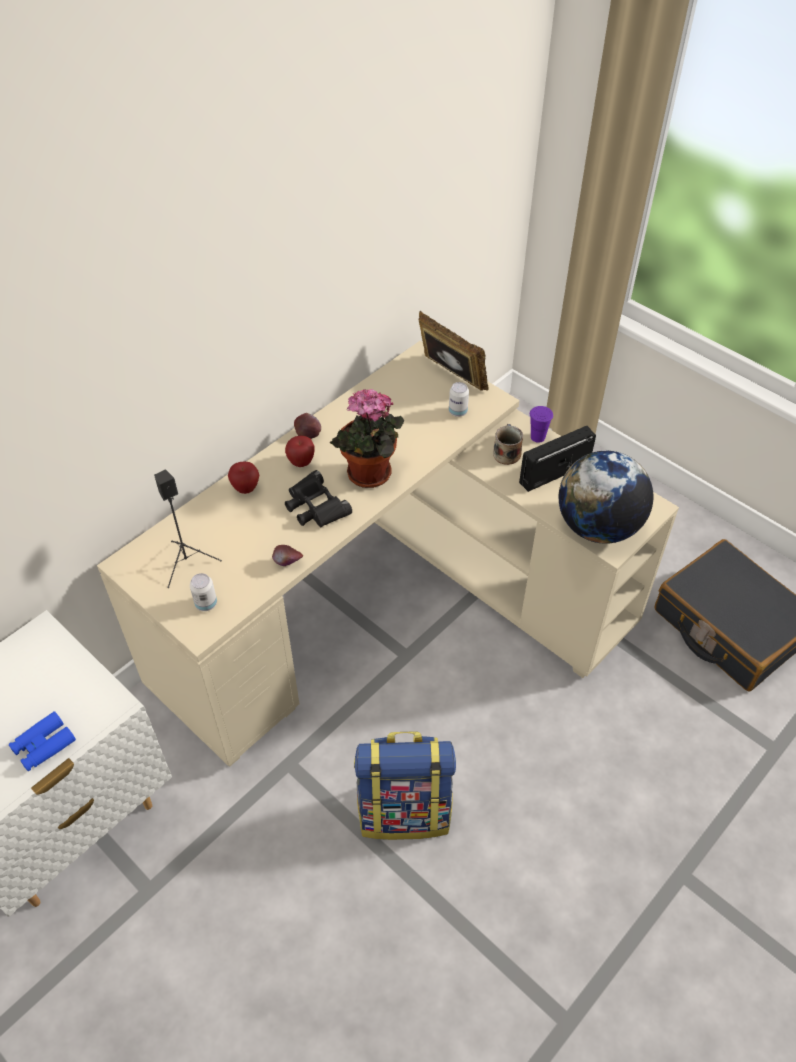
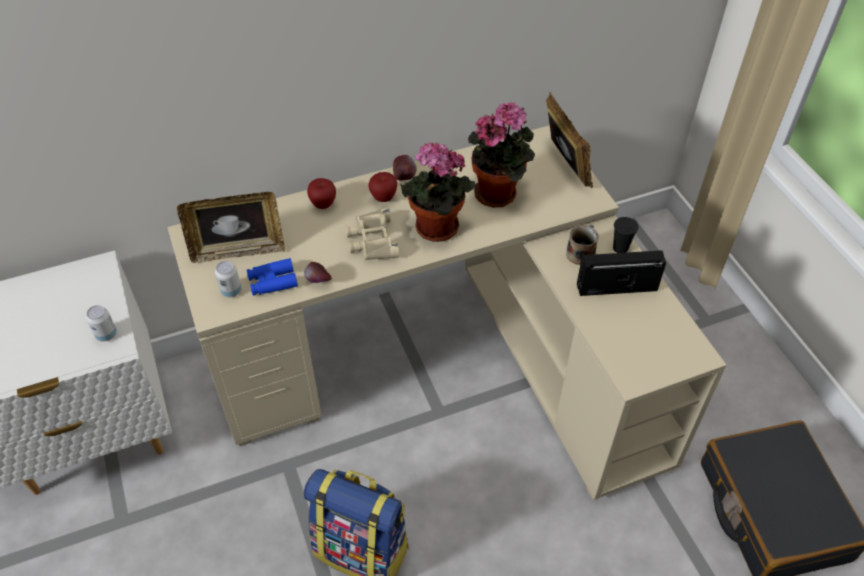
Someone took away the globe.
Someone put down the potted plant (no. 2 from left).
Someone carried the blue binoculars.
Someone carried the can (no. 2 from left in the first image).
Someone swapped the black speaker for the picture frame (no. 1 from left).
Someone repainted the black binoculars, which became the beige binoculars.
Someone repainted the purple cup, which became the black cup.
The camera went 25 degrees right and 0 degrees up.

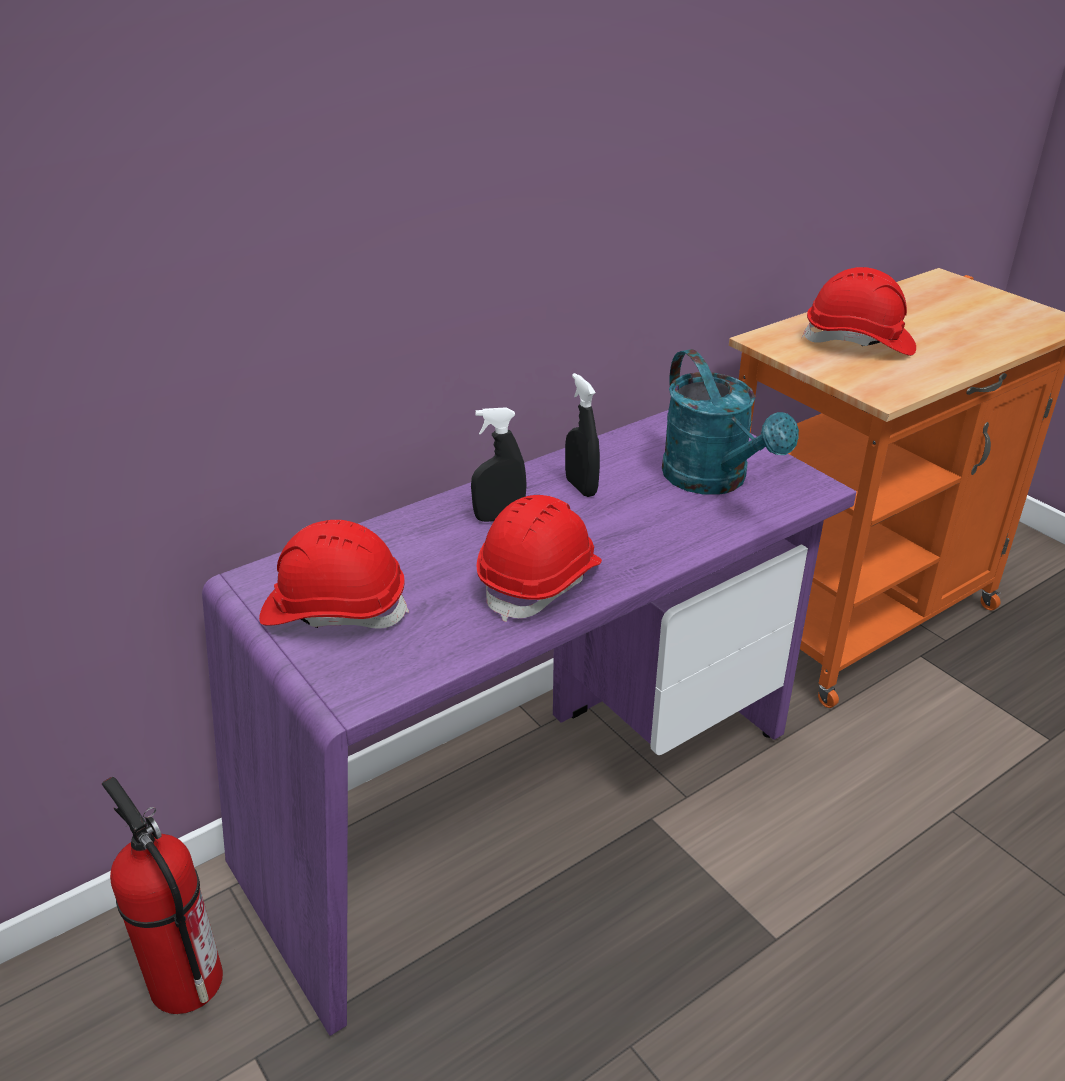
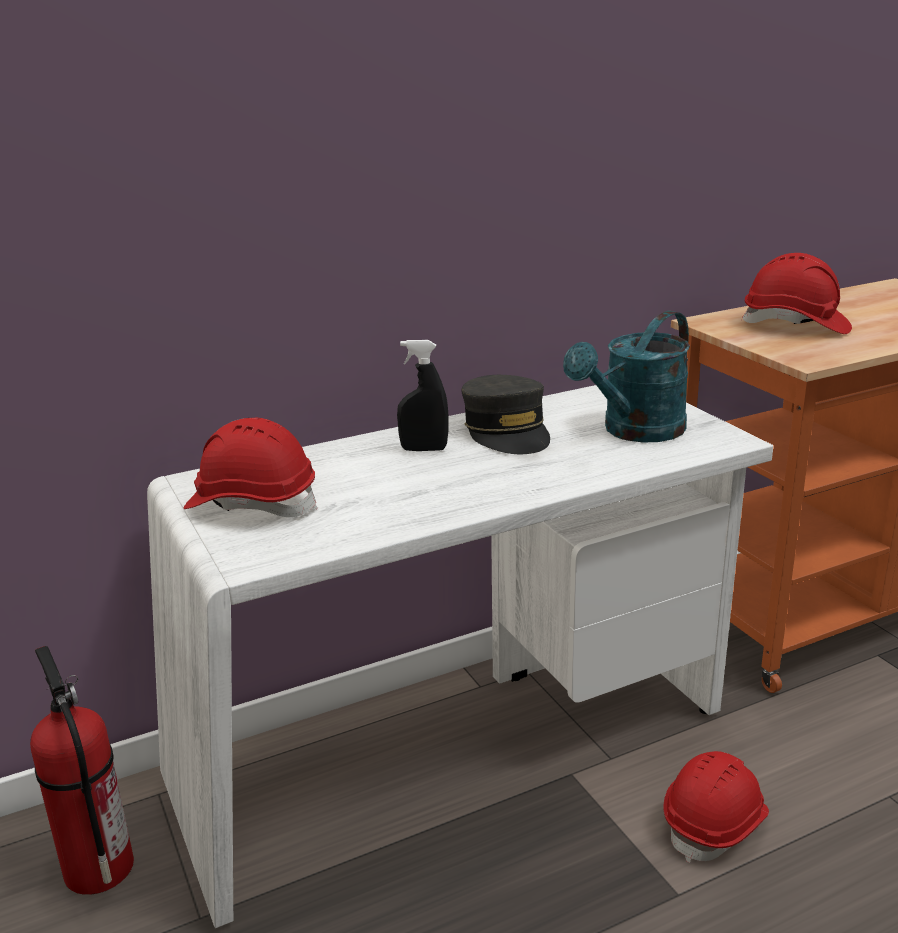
Someone carried the red hard hat (no. 2 from left).
Someone swapped the black spray bottle (no. 2 from left) for the grey cap.
Someone repainted the purple desk, which became the white desk.
Someone rotated the turquoise watering can by 60 degrees clockwise.
The camera went 10 degrees right and 10 degrees down.

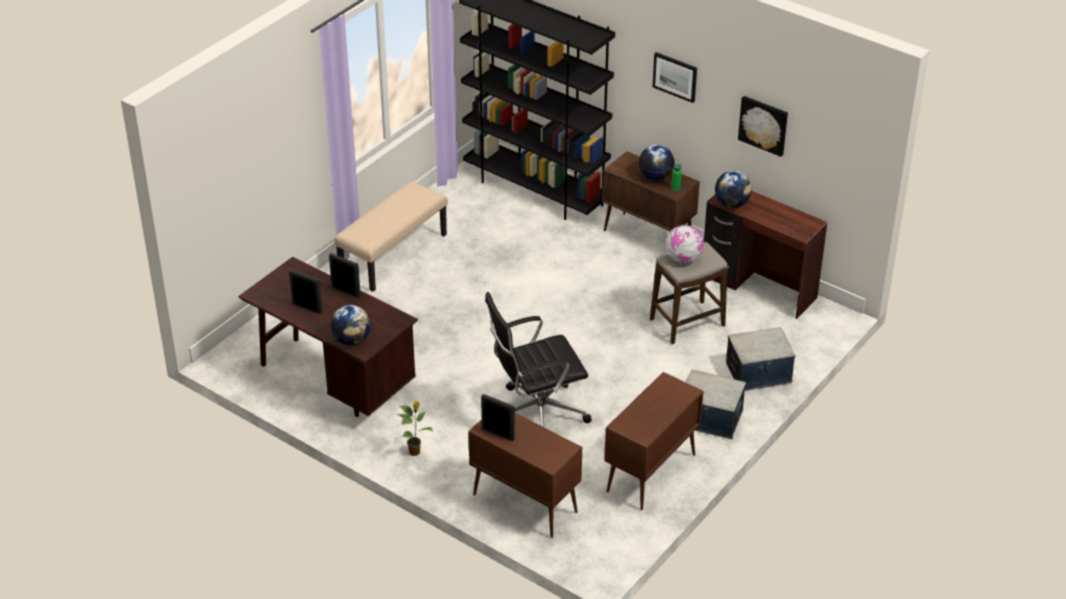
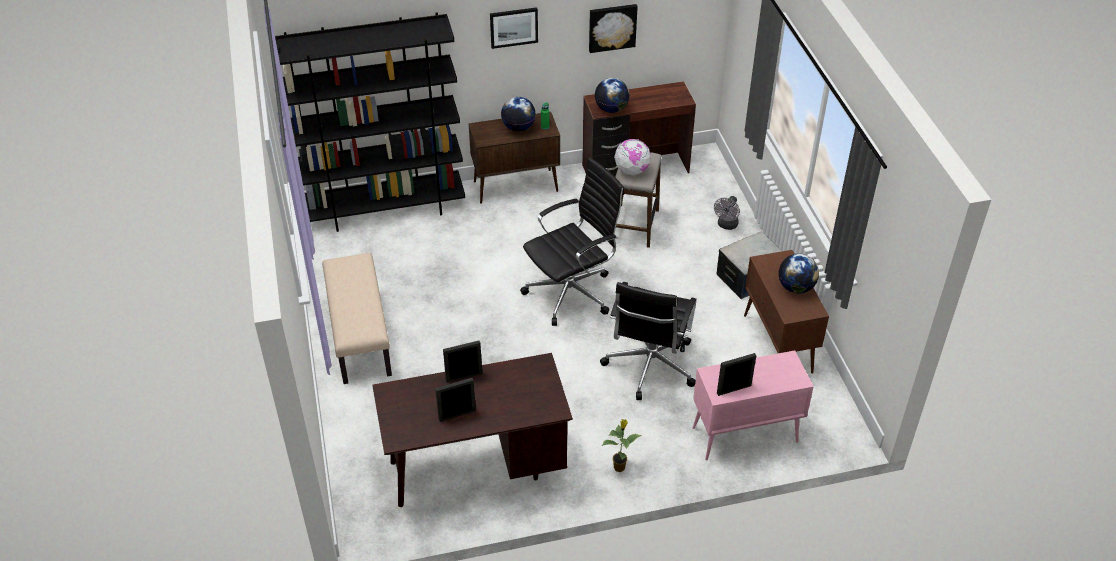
Someone put down the black office chair (no. 1 from left).
Someone carried the globe (no. 1 from left in the first image).
Someone swapped the storage box (no. 2 from left) for the grey fan.
Someone repainted the brown cabinet (no. 1 from left), which became the pink cabinet.
The camera went 50 degrees left and 5 degrees up.

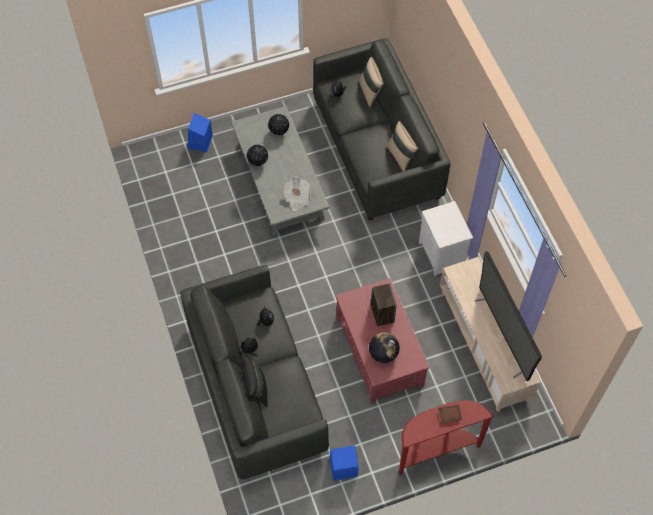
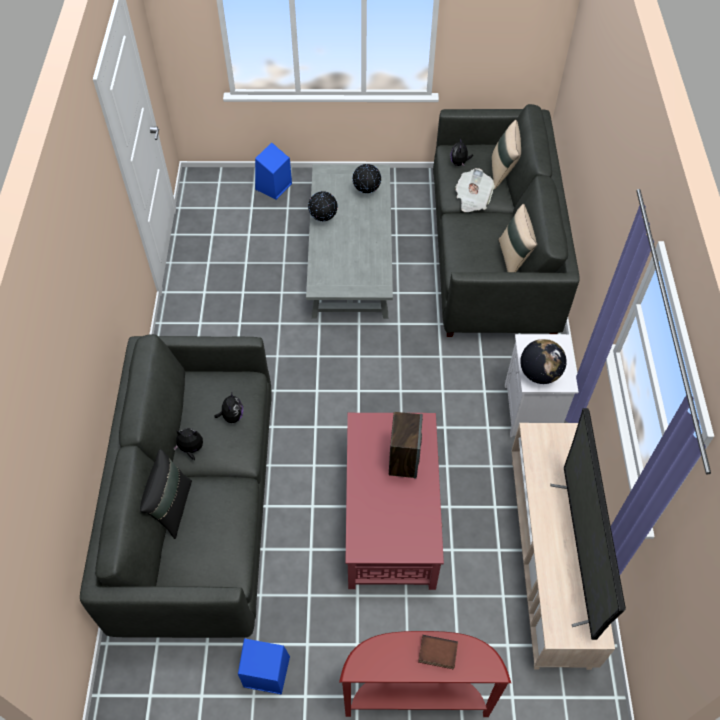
Someone carried the newspaper.
Someone carried the globe (no. 3 from left).
The camera went 20 degrees right and 5 degrees down.

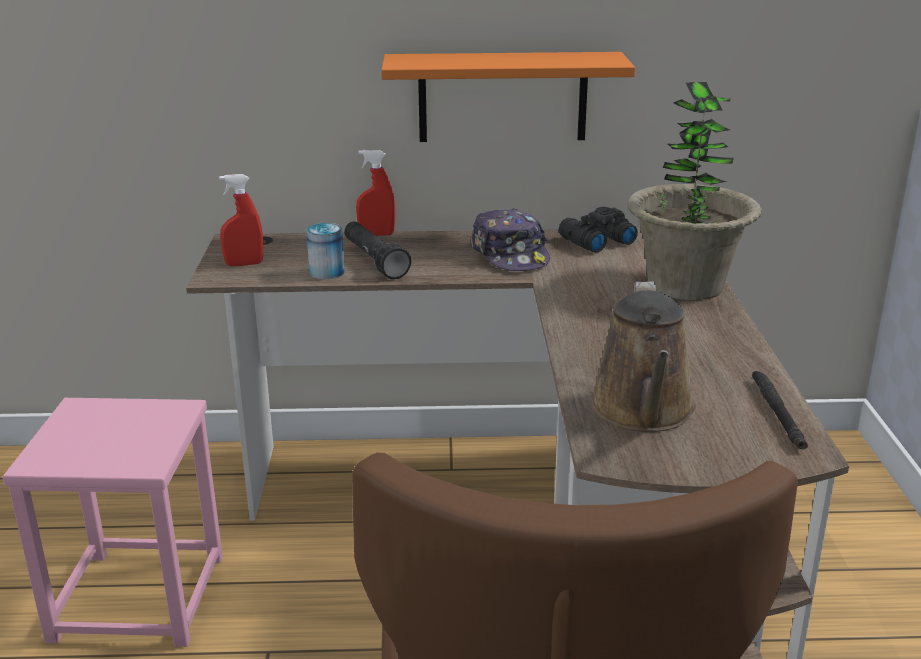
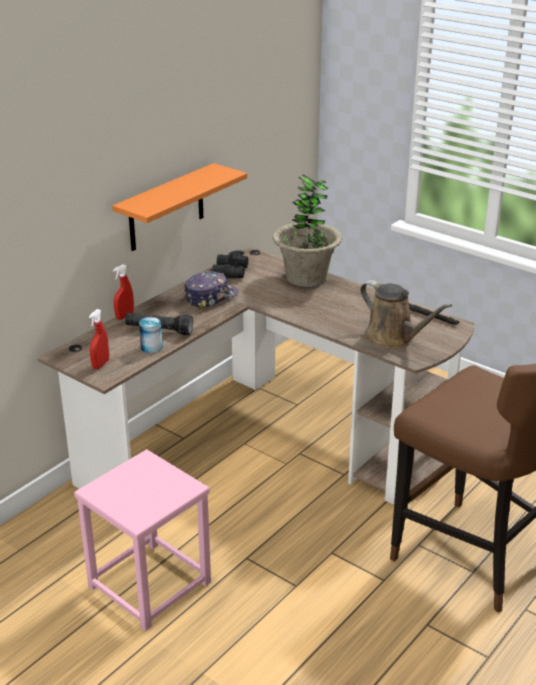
Someone rotated the cap by 60 degrees counterclockwise.
The camera went 50 degrees left and 5 degrees up.

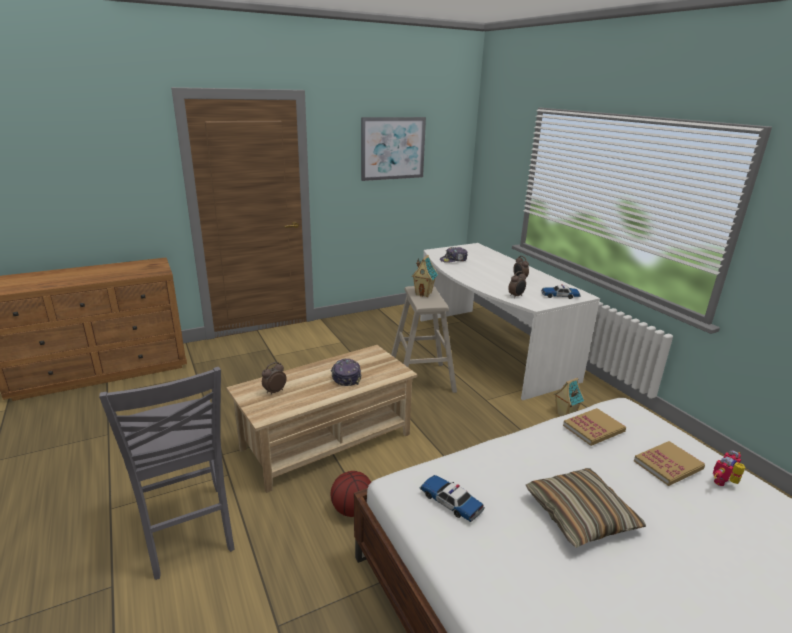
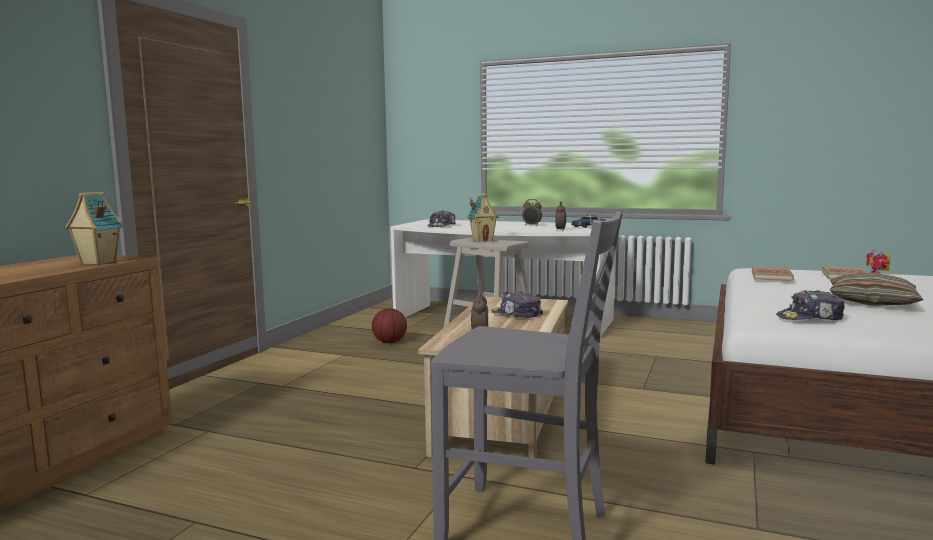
Someone took away the picture.
Someone carried the basketball.
Someone carried the toy house (no. 2 from left in the first image).
Someone swapped the toy car (no. 1 from left) for the cap (no. 3 from left).
The camera went 40 degrees left and 15 degrees down.

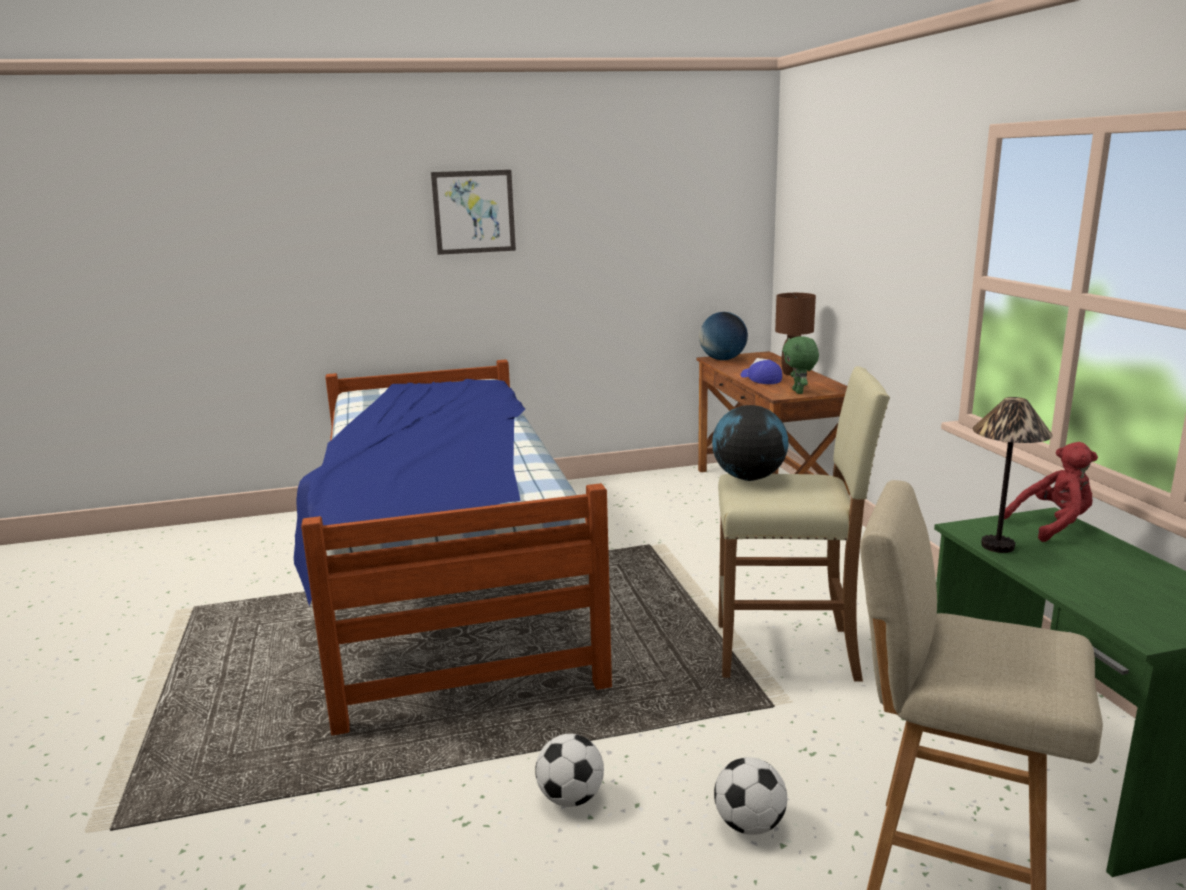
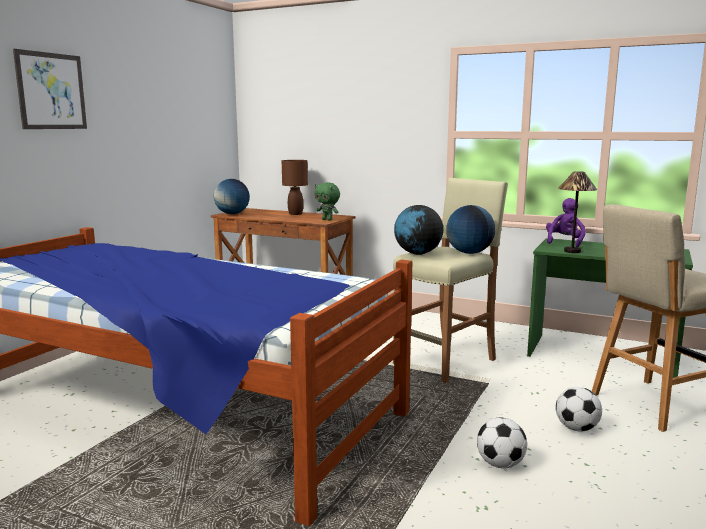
Someone took away the cap.
Someone put down the globe (no. 3 from left).
Someone repainted the red plush toy, which became the purple plush toy.
The camera went 50 degrees left and 5 degrees down.

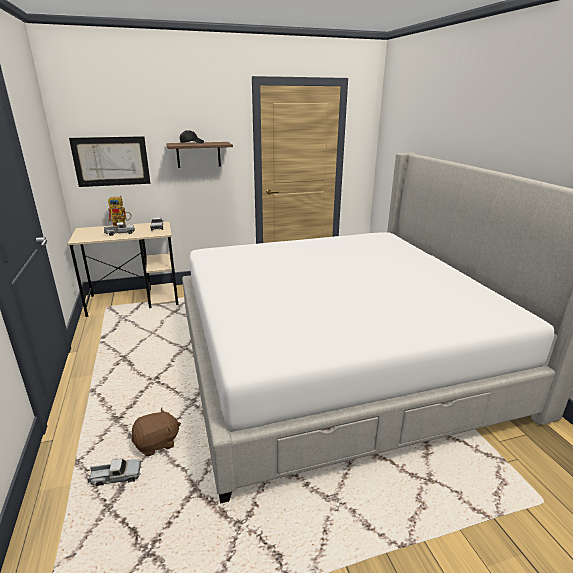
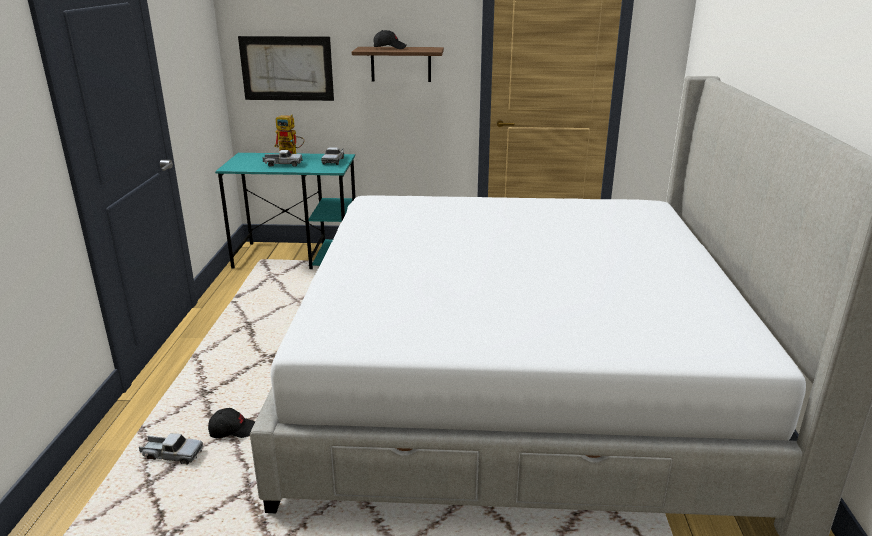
Someone swapped the brown plush toy for the black cap (no. 1 from left).
Someone repainted the beige desk, which became the turquoise desk.
The camera went 20 degrees right and 0 degrees up.

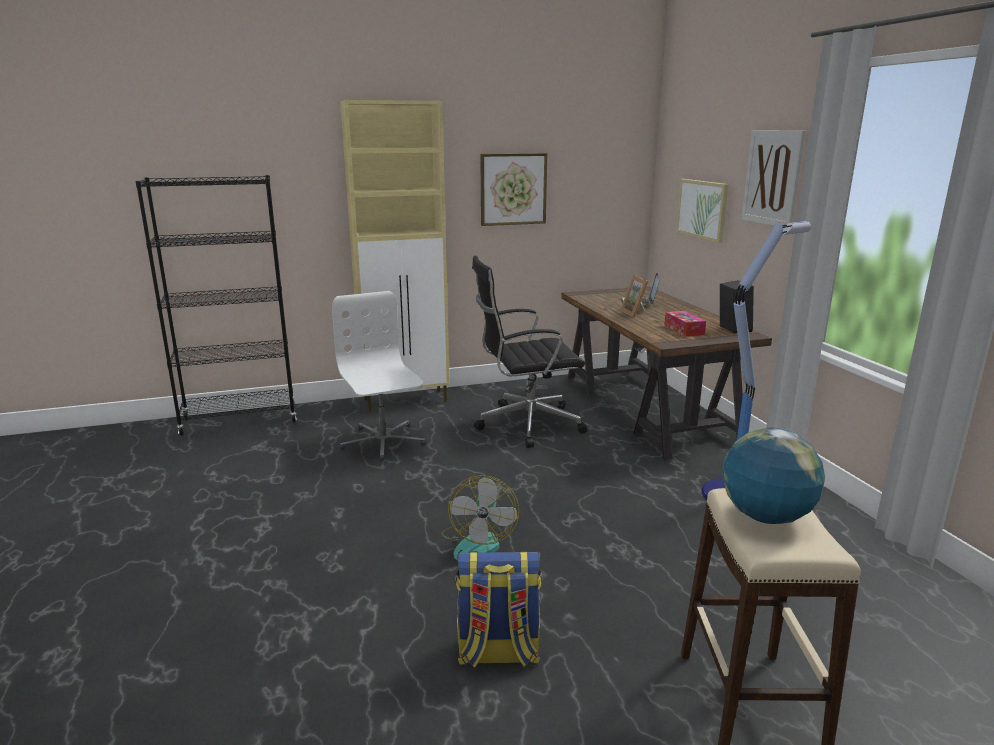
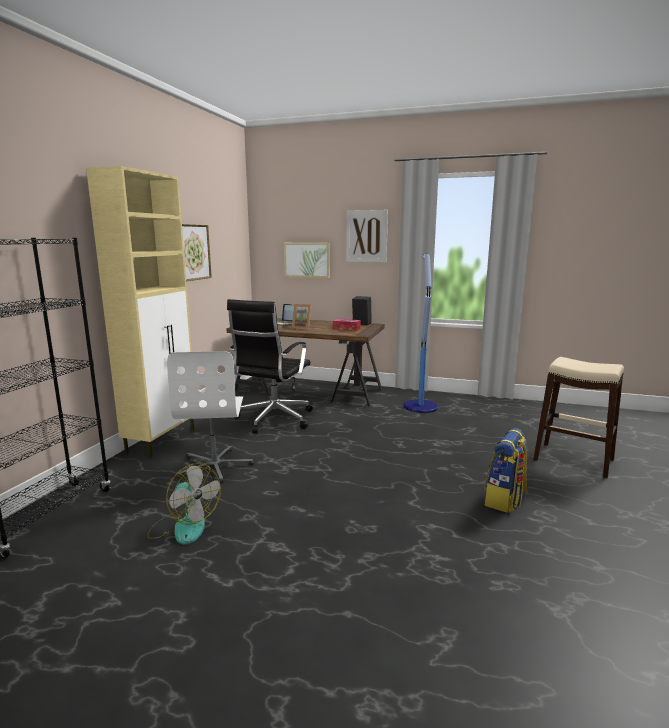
Someone took away the globe.
Someone carried the fan.
Someone rotated the white office chair by 105 degrees counterclockwise.
The camera went 55 degrees left and 5 degrees down.

